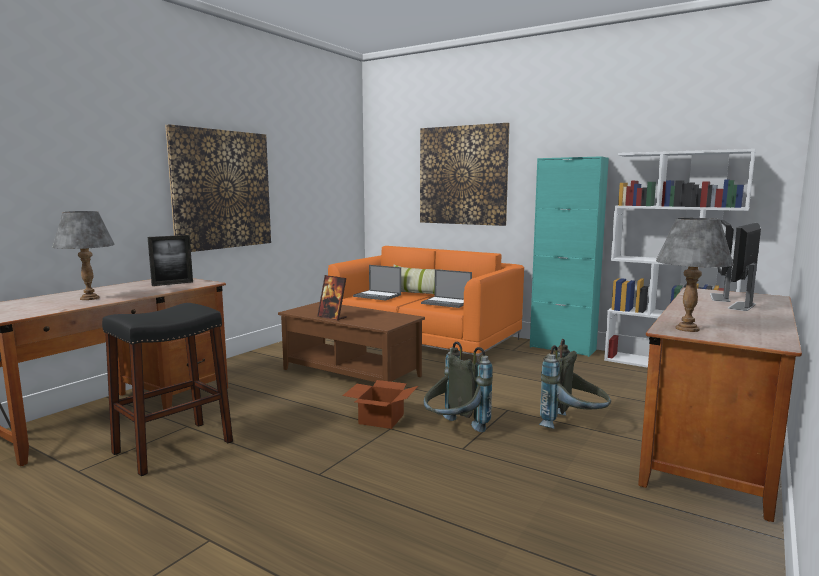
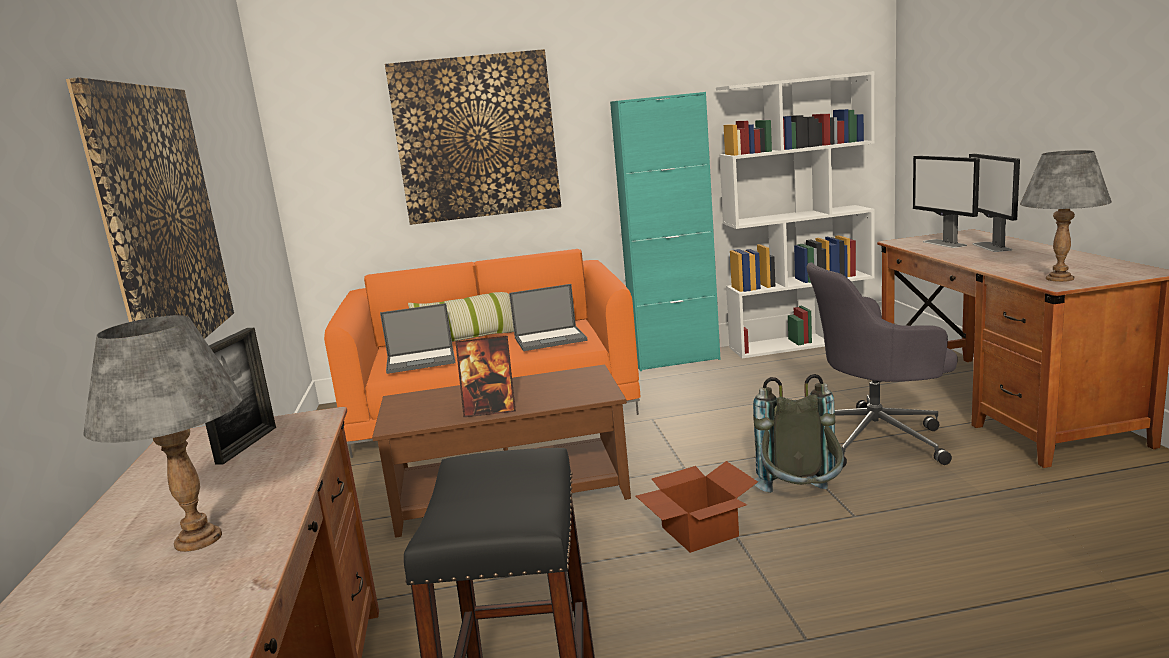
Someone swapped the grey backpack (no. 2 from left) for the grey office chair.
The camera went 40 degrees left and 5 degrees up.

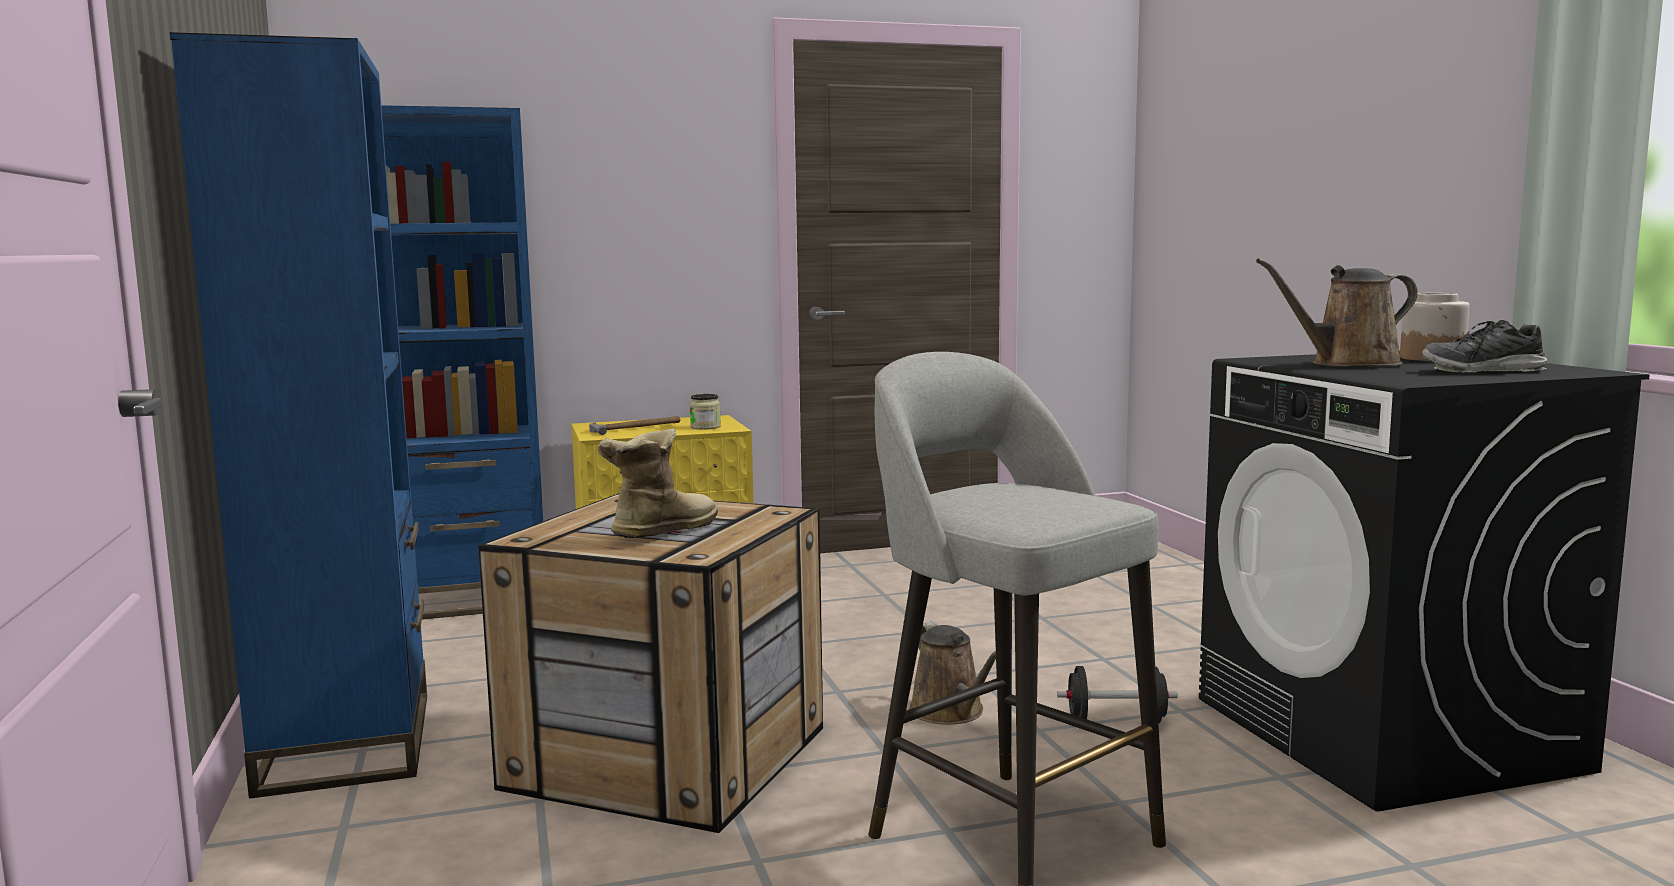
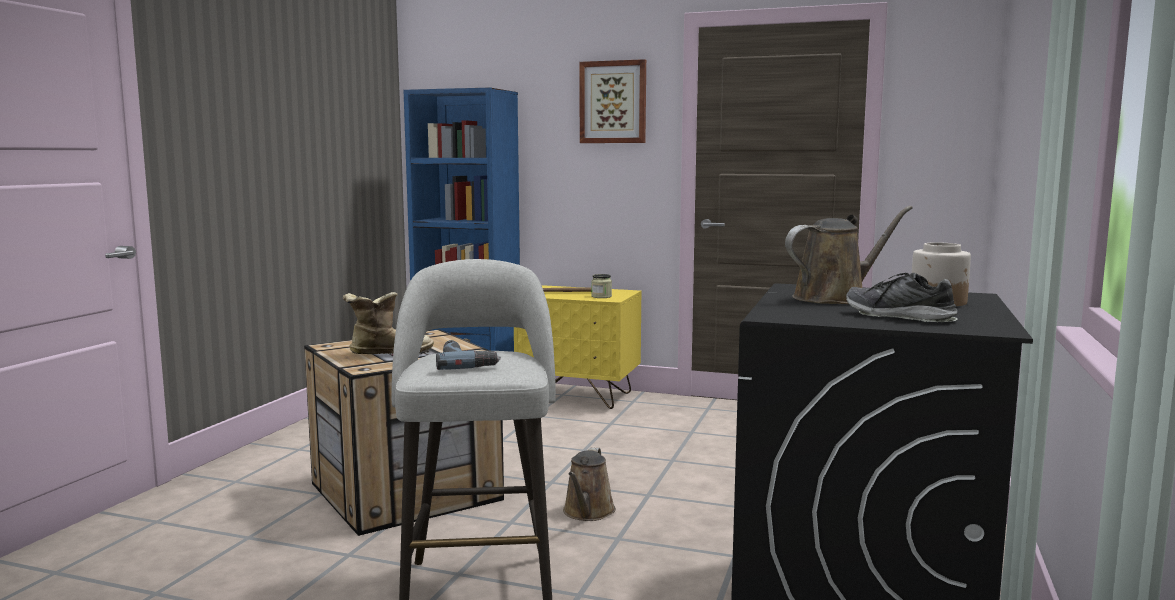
Someone took away the blue bookcase (no. 1 from left).
Someone took away the black dumbbell.
Someone put down the power drill.
Someone put up the picture.
Someone rotated the brown watering can (no. 2 from left) by 135 degrees clockwise.
The camera went 35 degrees right and 0 degrees up.

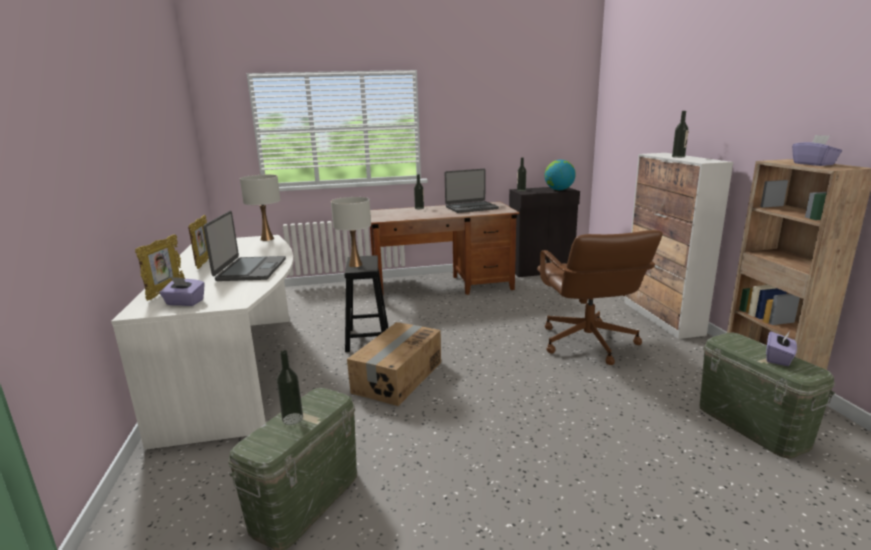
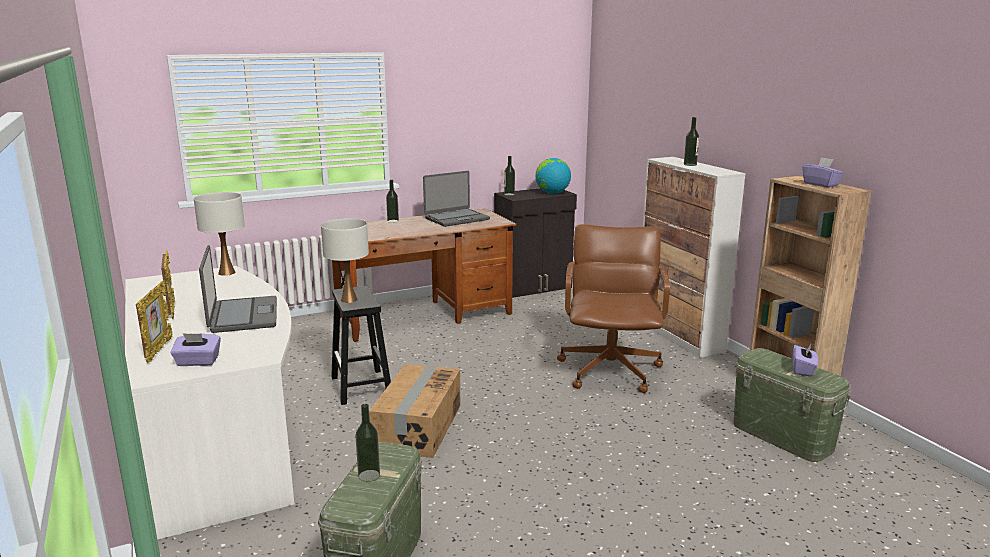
Someone rotated the brown office chair by 150 degrees counterclockwise.
The camera went 15 degrees left and 0 degrees up.

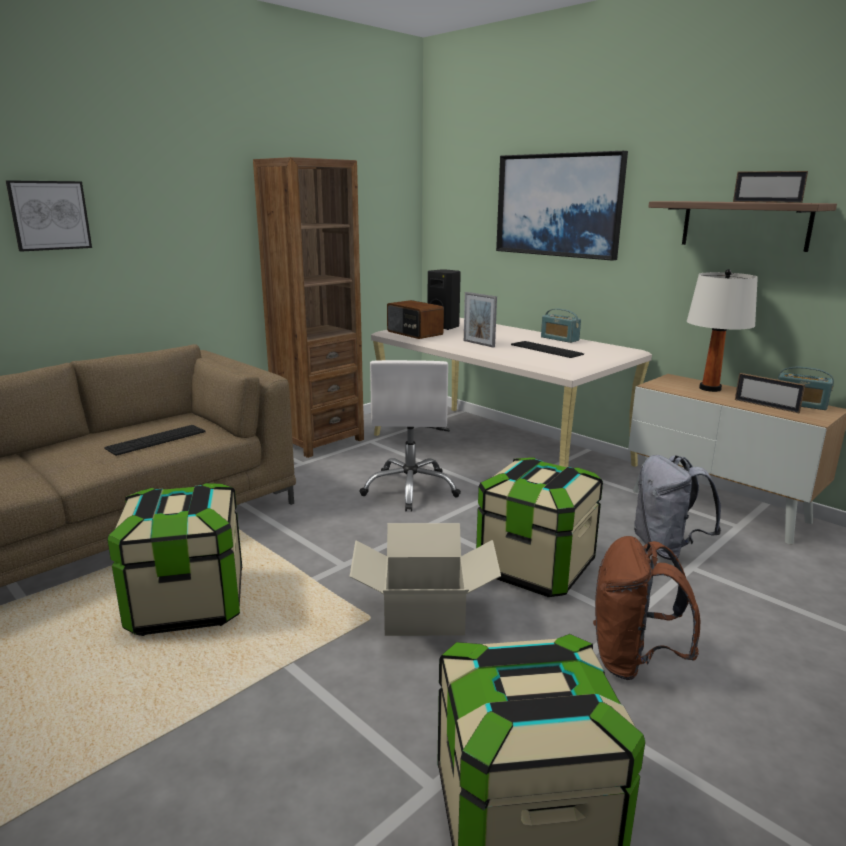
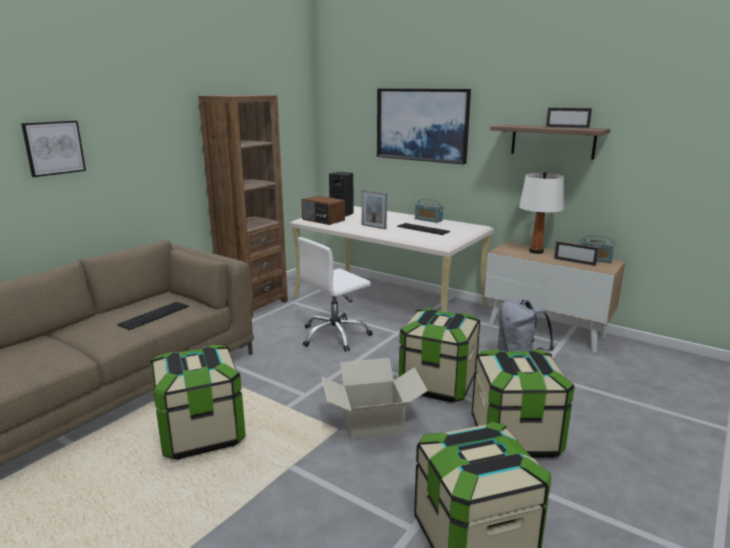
Someone swapped the brown backpack for the storage box (no. 4 from left).
Someone rotated the white office chair by 60 degrees clockwise.
The camera went 10 degrees left and 0 degrees up.

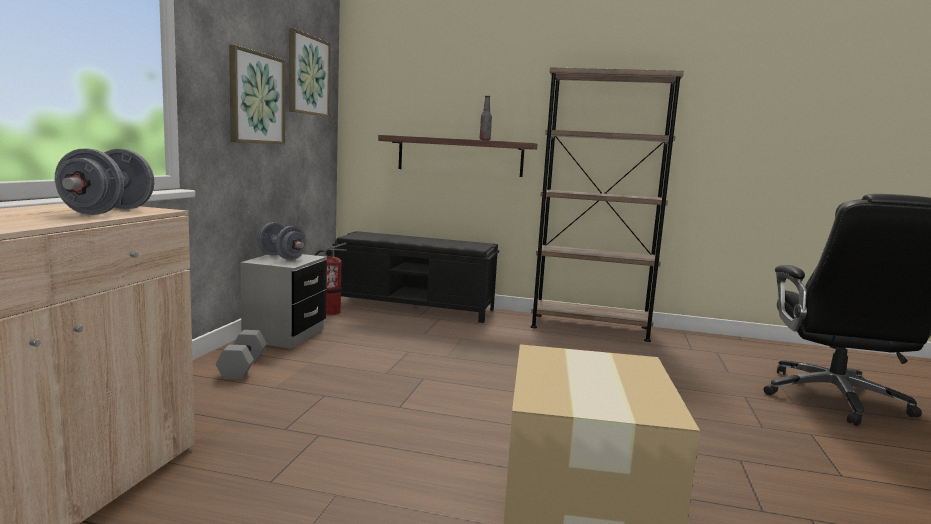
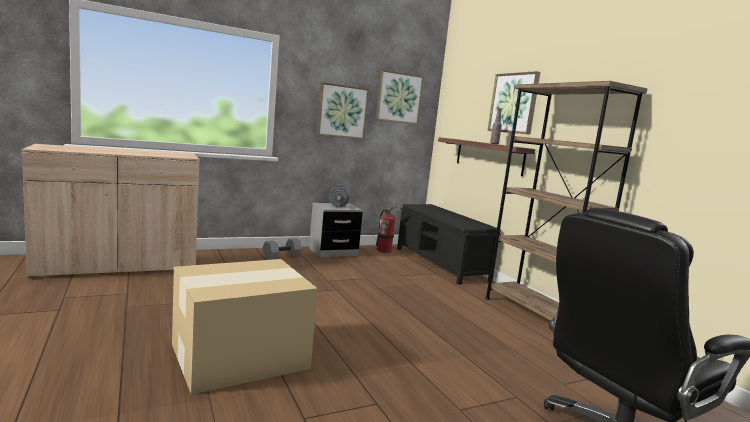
Someone took away the grey dumbbell (no. 1 from left).
Someone put up the picture (no. 3 from left).
The camera went 50 degrees right and 0 degrees up.

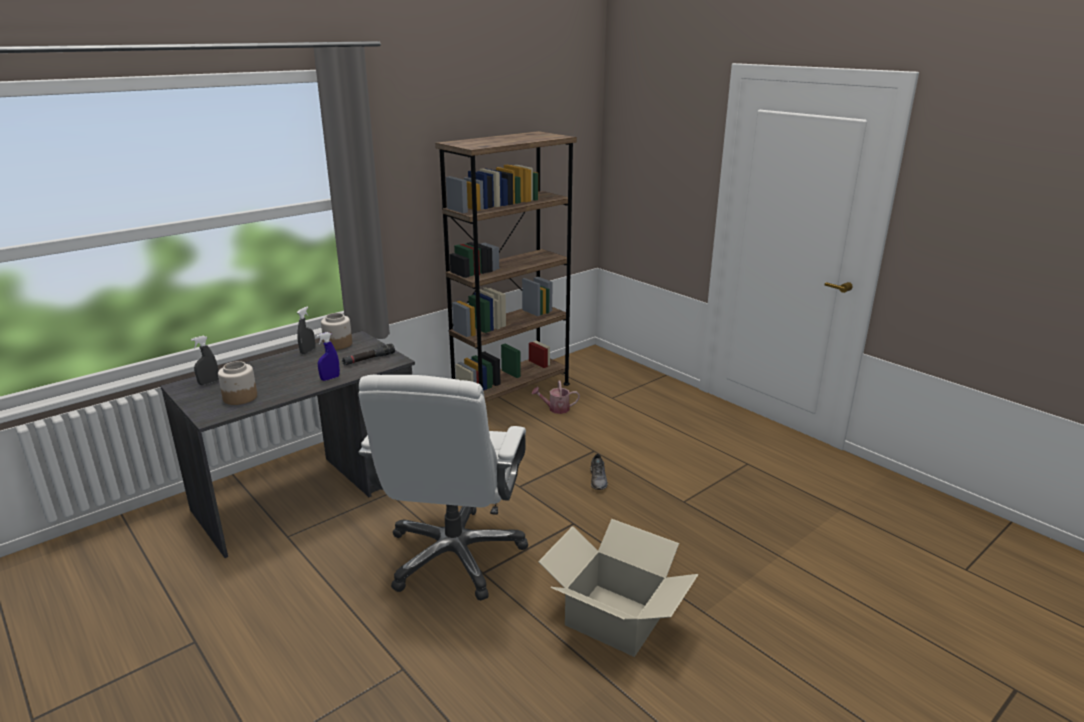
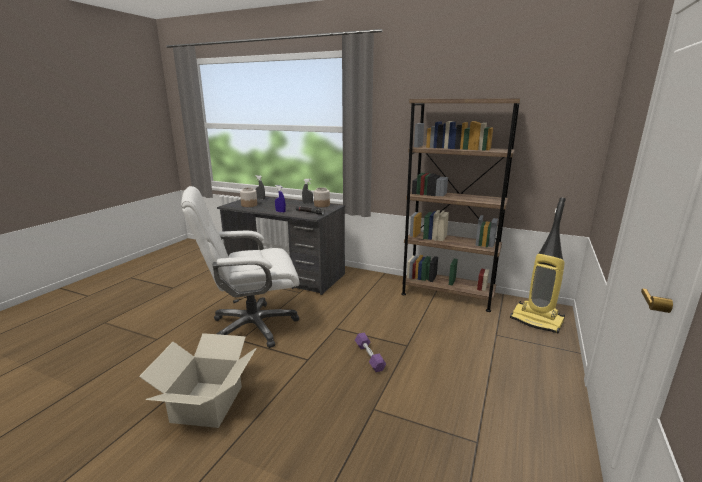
Someone took away the watering can.
Someone put down the vacuum cleaner.
Someone swapped the grey shoe for the purple dumbbell.
The camera went 65 degrees right and 5 degrees down.

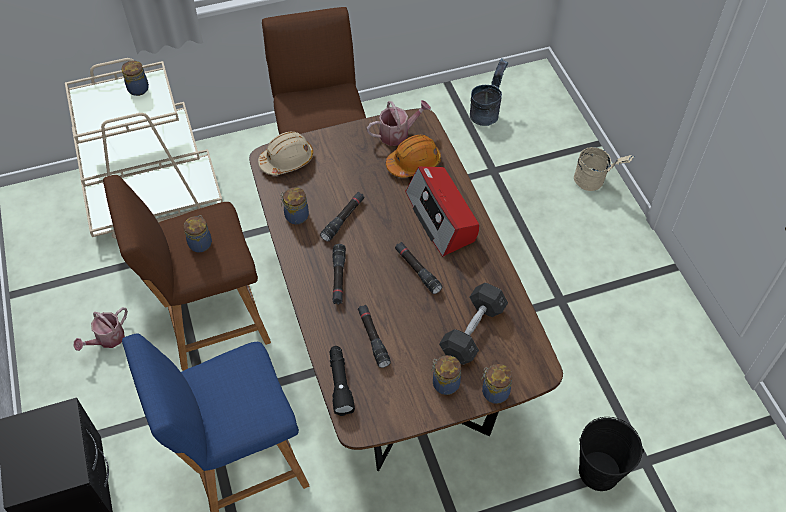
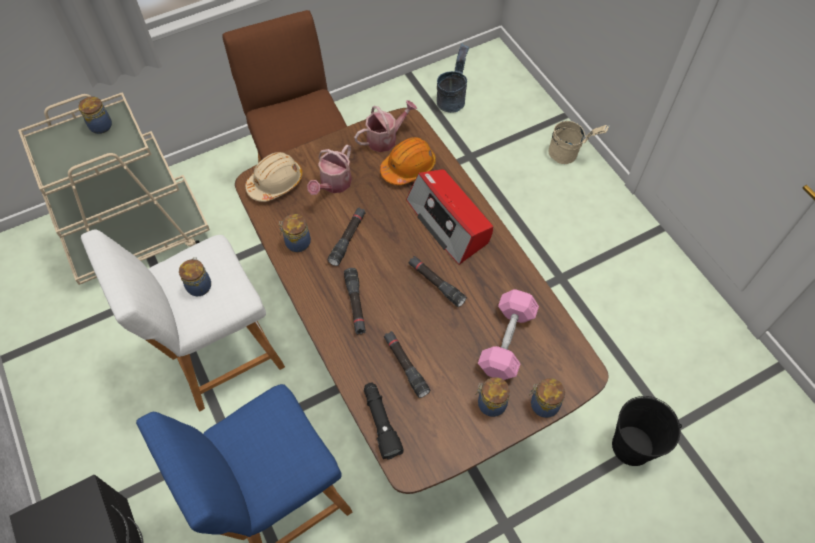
Someone carried the watering can (no. 1 from left).
Someone repainted the brown stool (no. 1 from left), which became the white stool.
Someone repainted the grey dumbbell, which became the pink dumbbell.
The camera went 10 degrees left and 5 degrees up.

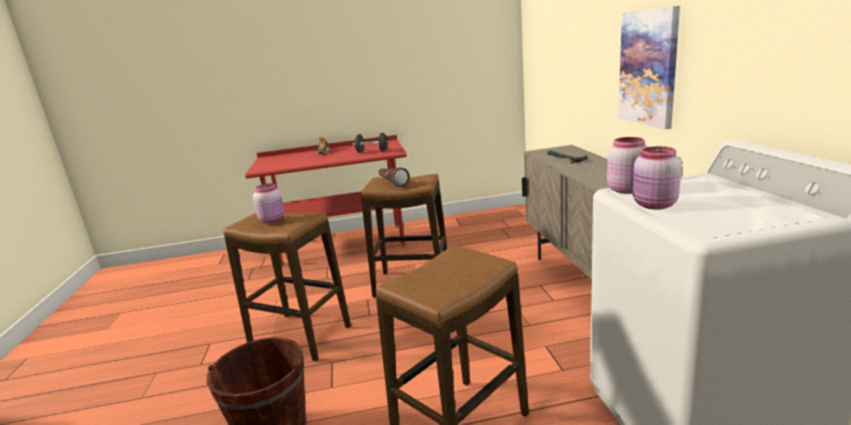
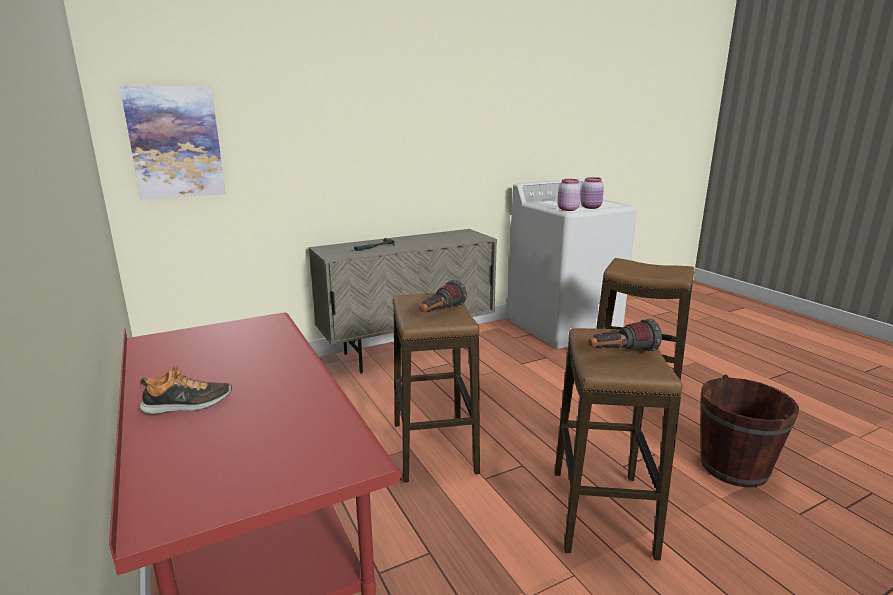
Someone took away the black dumbbell.
Someone carried the picture.
Someone swapped the pink jar (no. 1 from left) for the flashlight (no. 2 from left).
The camera went 110 degrees left and 0 degrees up.

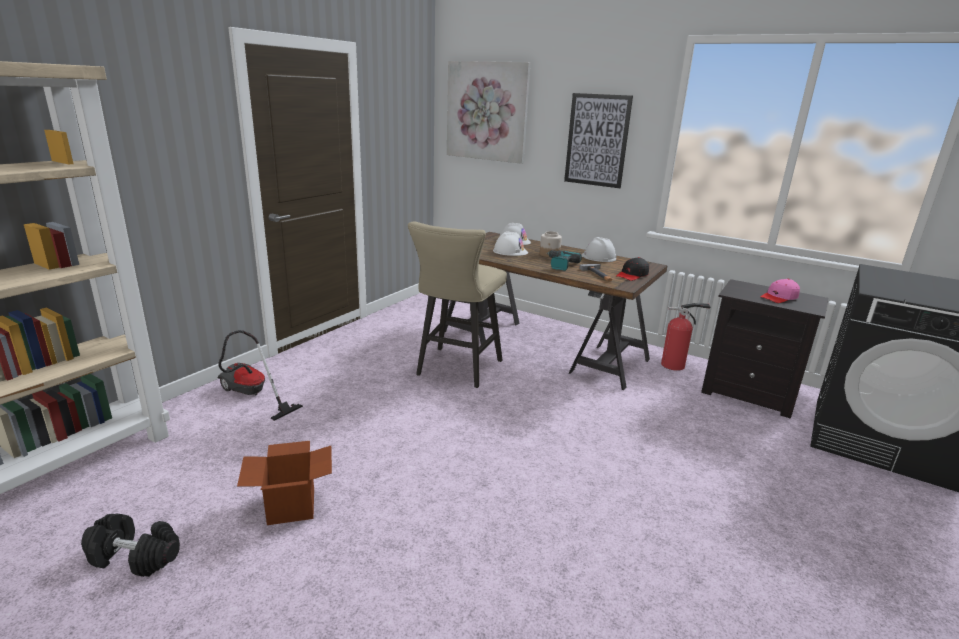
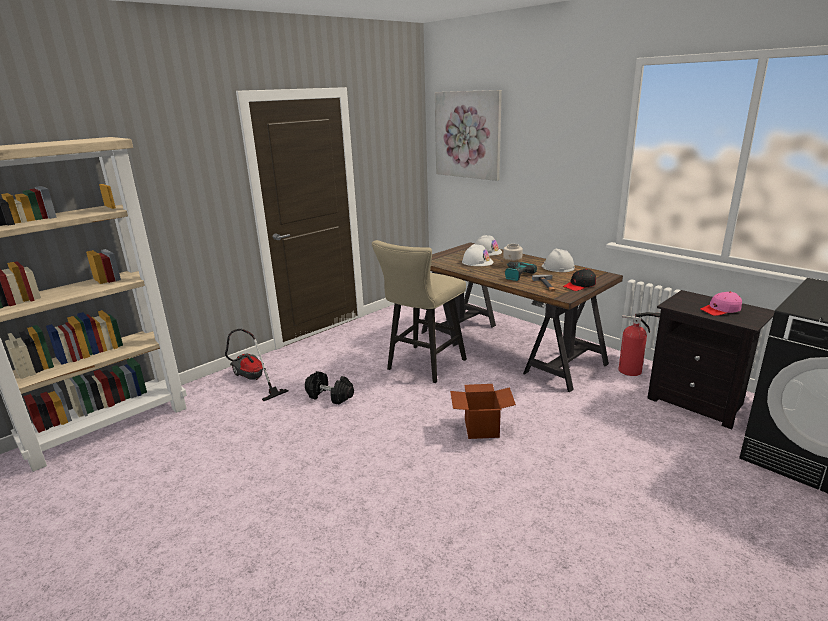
Someone took away the picture (no. 2 from left).
Someone carried the black dumbbell.
Someone carried the cardboard box.
The camera went 15 degrees right and 0 degrees up.

